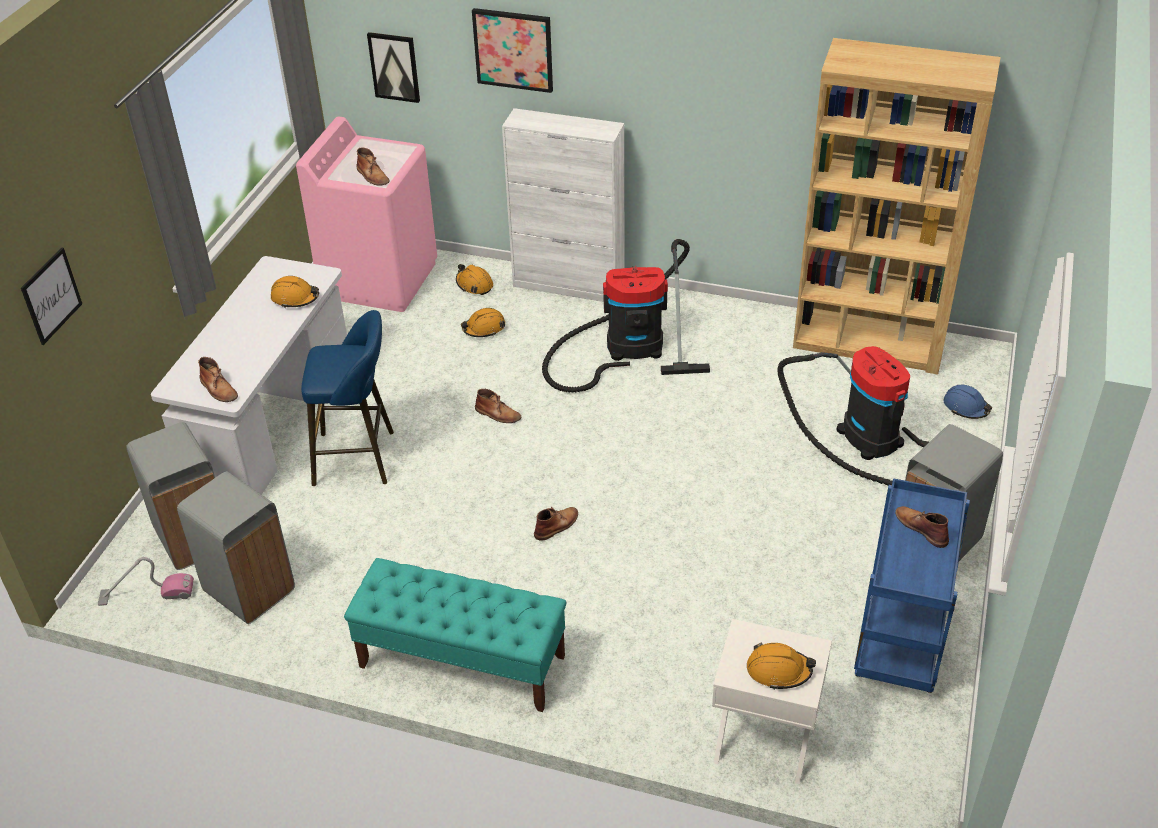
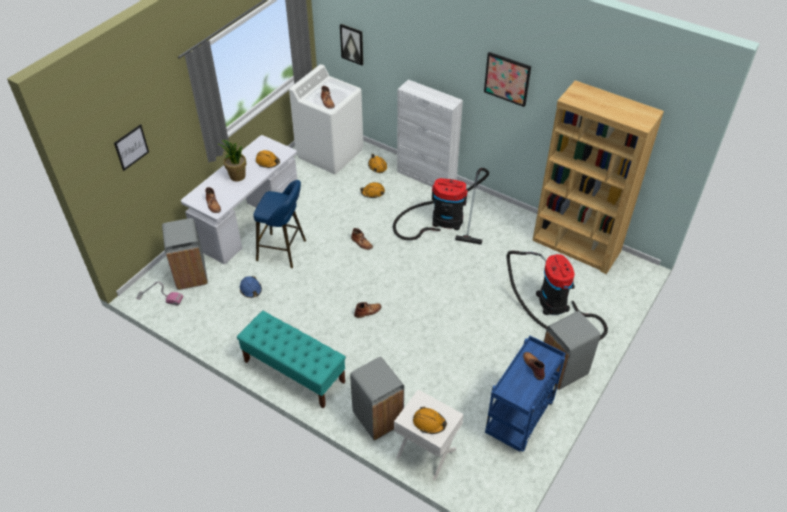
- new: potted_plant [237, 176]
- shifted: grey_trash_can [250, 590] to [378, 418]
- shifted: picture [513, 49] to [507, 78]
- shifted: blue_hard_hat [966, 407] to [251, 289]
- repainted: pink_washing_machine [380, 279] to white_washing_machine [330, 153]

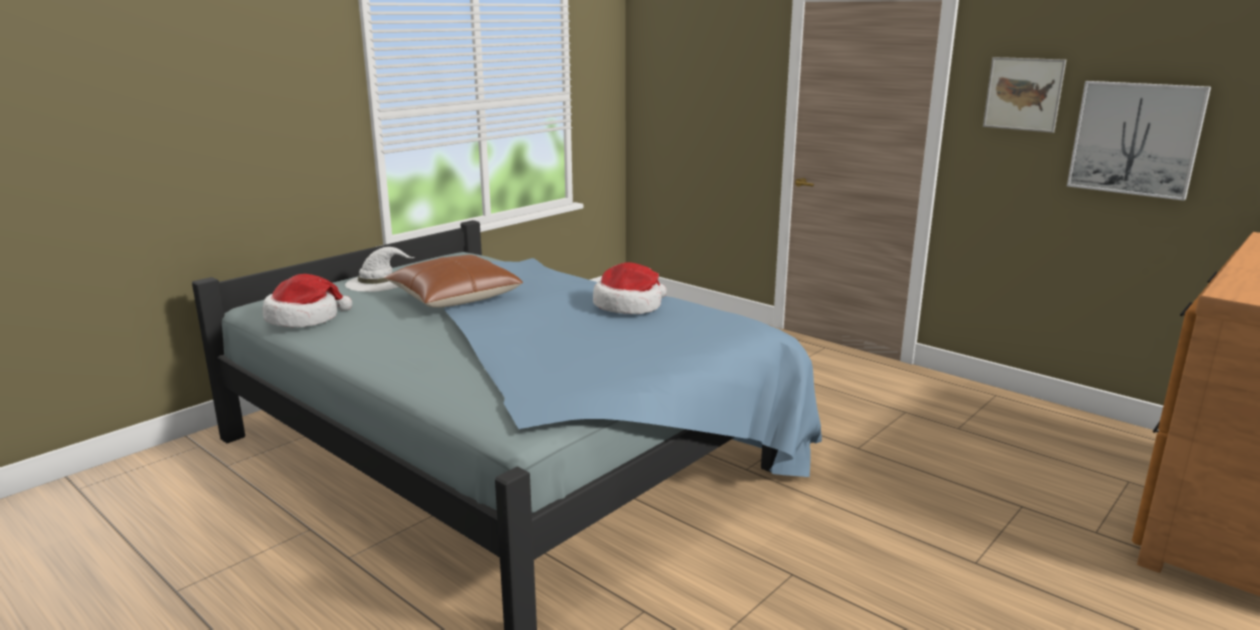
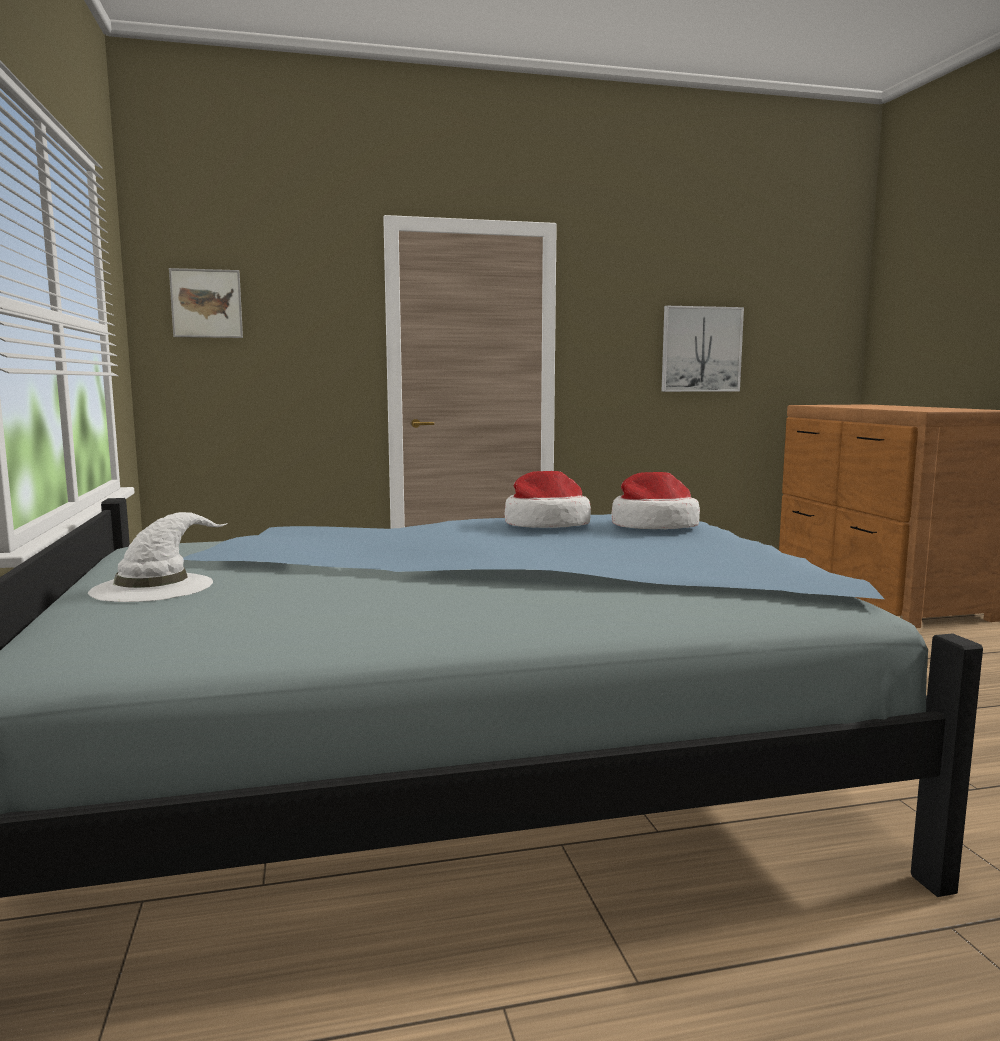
- gone: brown_pillow [454, 297]
- shifted: hat [305, 318] to [653, 526]
- shifted: picture [1023, 94] to [206, 303]

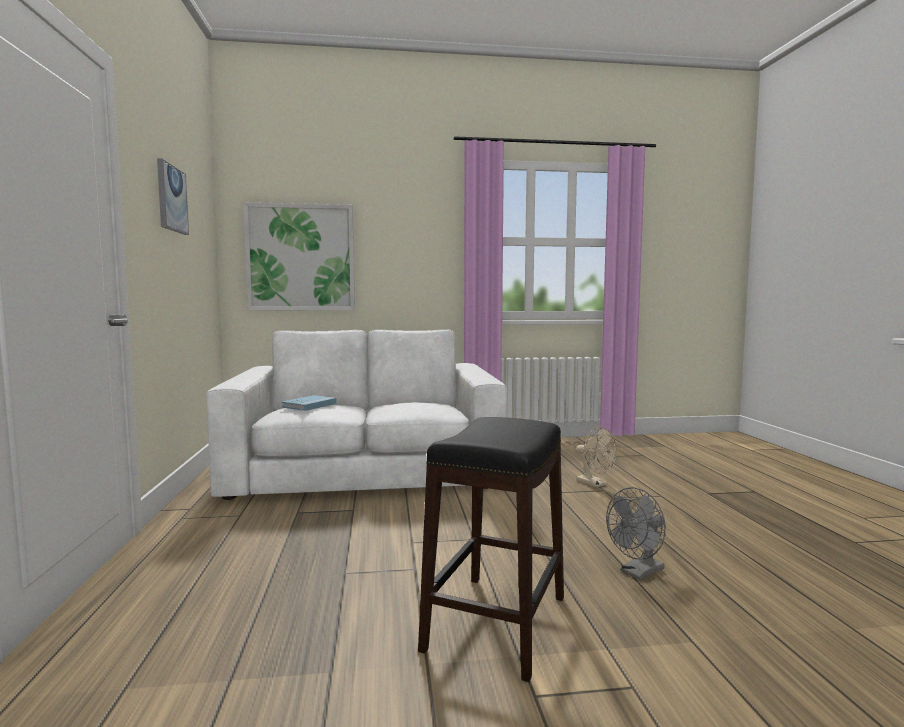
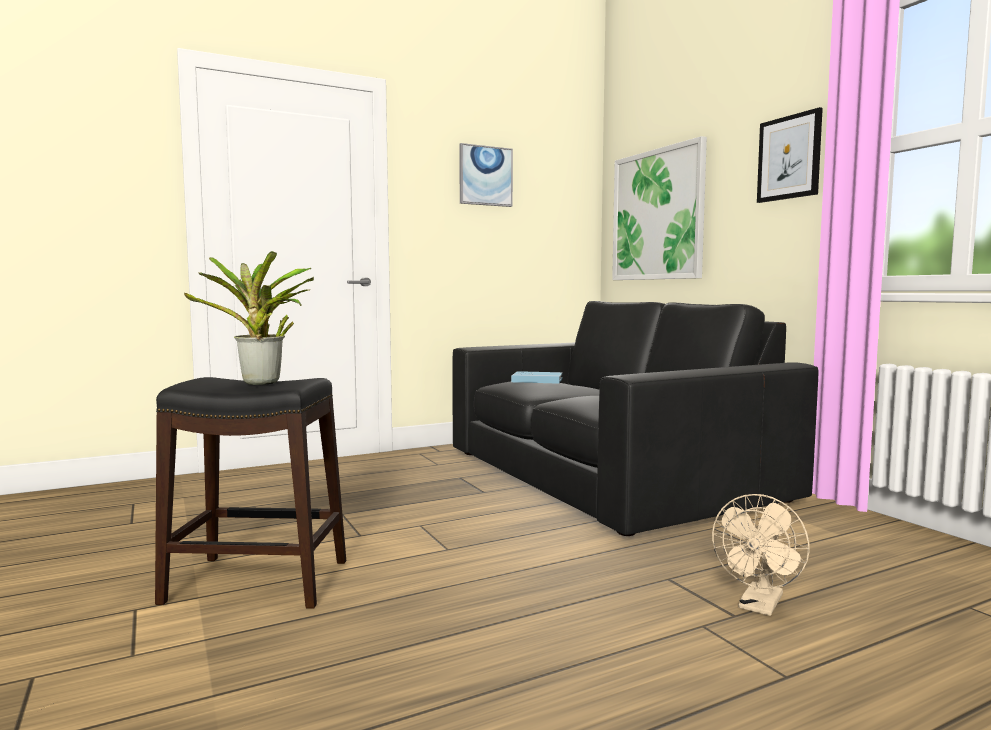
- gone: grey_fan [638, 573]
- new: potted_plant [261, 383]
- new: picture [789, 157]
- repainted: white_sofa [367, 469] to black_sofa [609, 476]

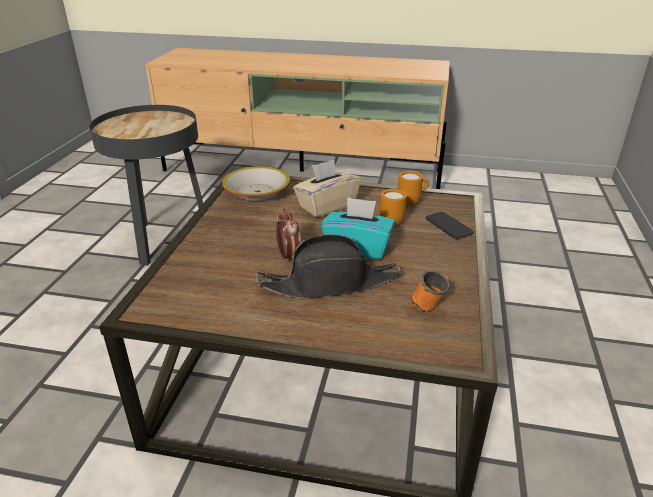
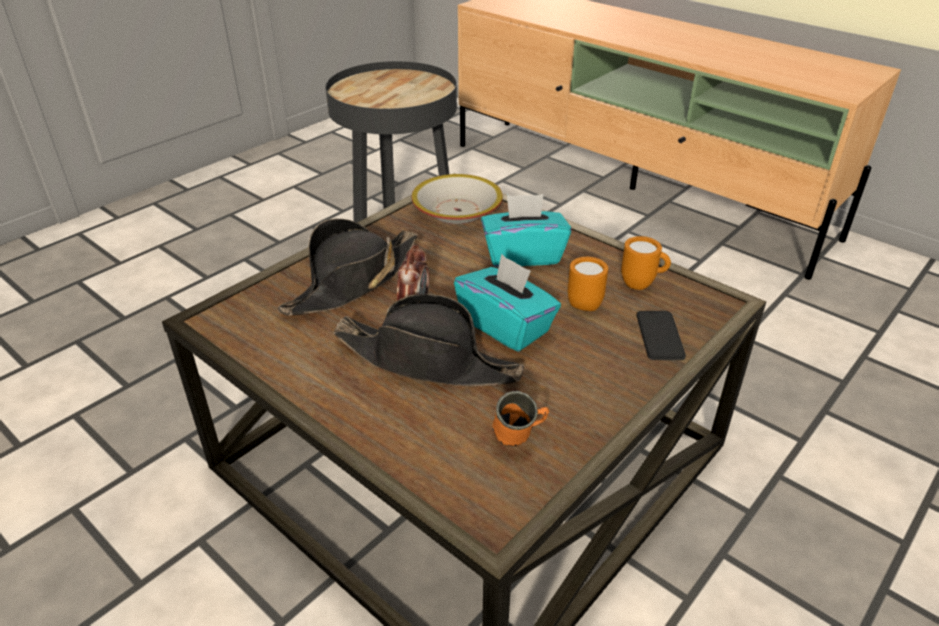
- new: black_hat [352, 282]
- repainted: beige_tissue_box [326, 206] to turquoise_tissue_box [523, 255]

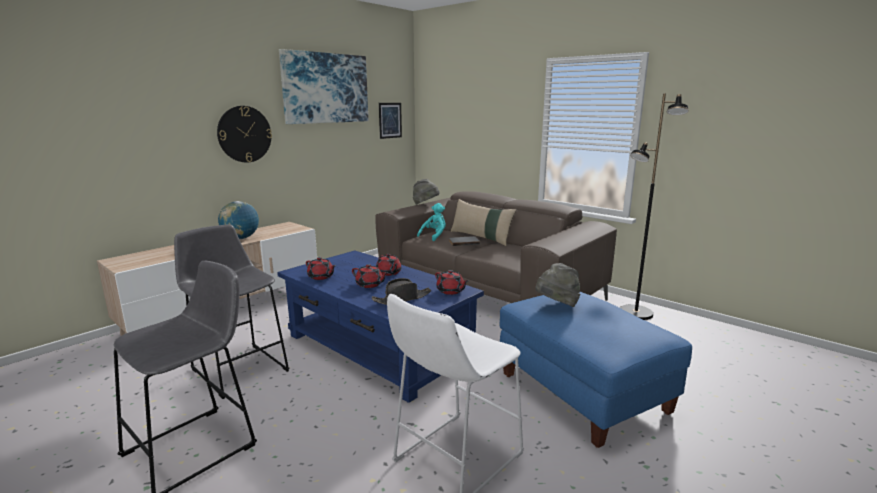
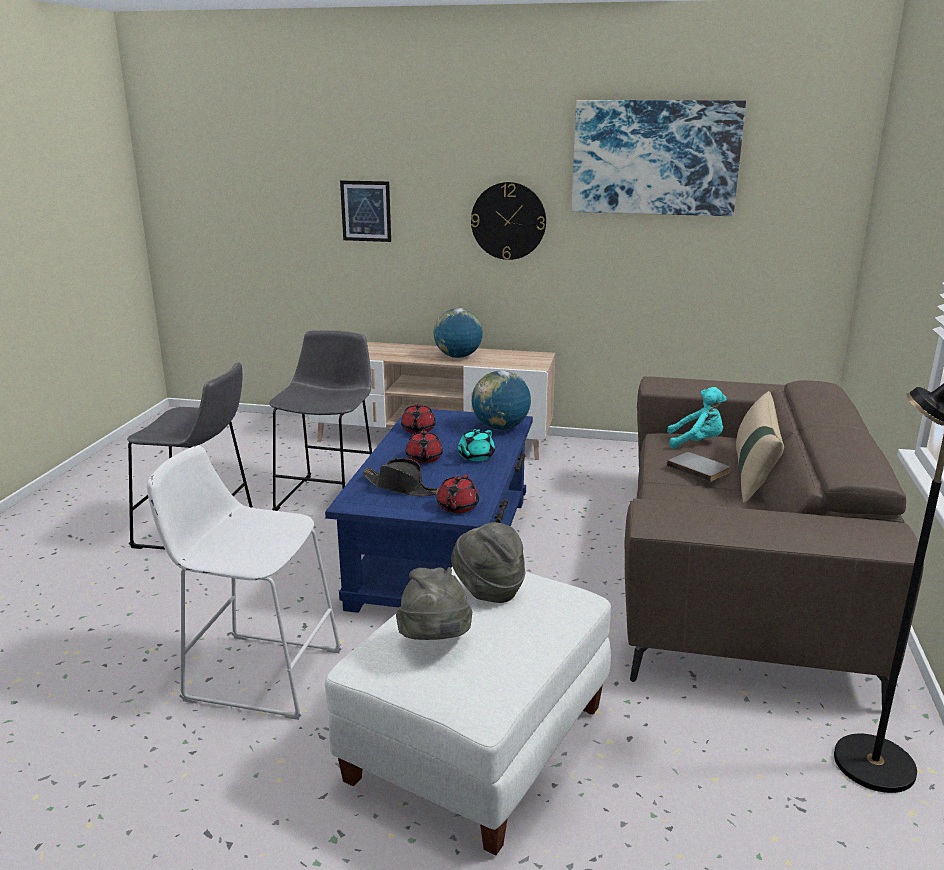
- new: globe [500, 428]
- shifted: picture [390, 120] to [366, 211]
- shifted: grey_hat [425, 204] to [435, 643]
- repainted: red_teapot [388, 273] to turquoise_teapot [475, 457]
- repainted: blue_ottoman [582, 393] to white_ottoman [478, 745]

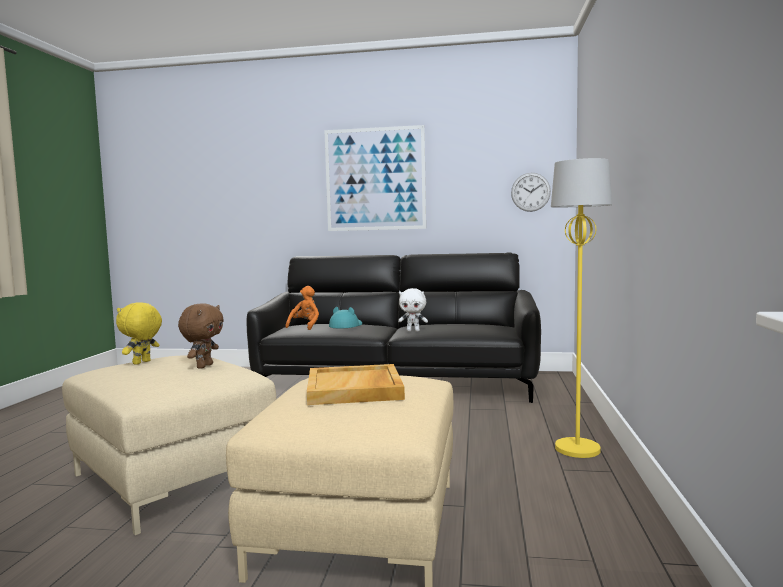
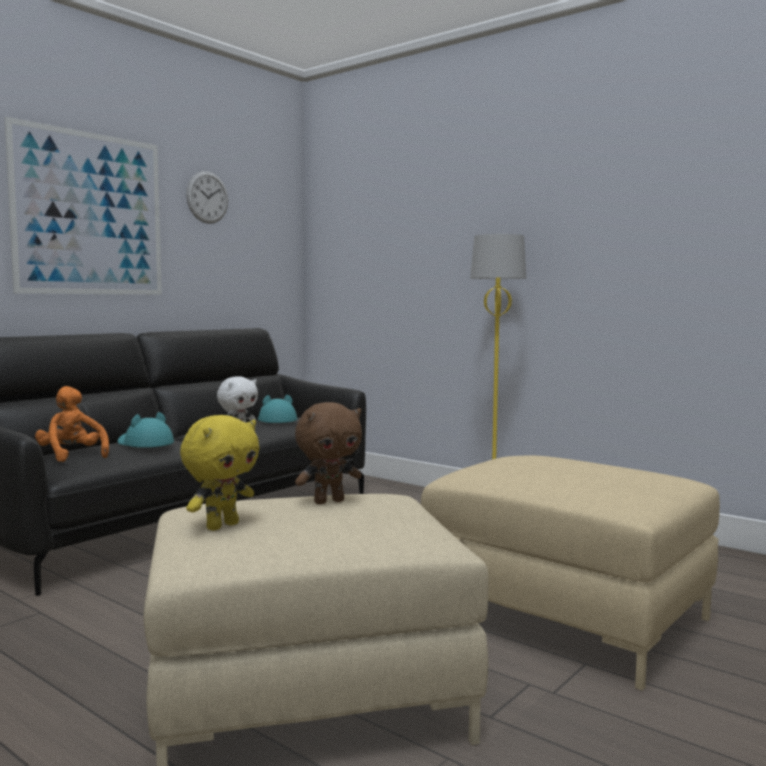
- gone: beige_tray [355, 389]
- new: turquoise_hat [276, 420]
- shifted: wall_clock [530, 192] to [207, 197]
- rotated: yellow_plush_toy [142, 363] = [221, 526] 105 degrees counterclockwise
- rotated: brown_plush_toy [204, 366] = [329, 501] 105 degrees clockwise

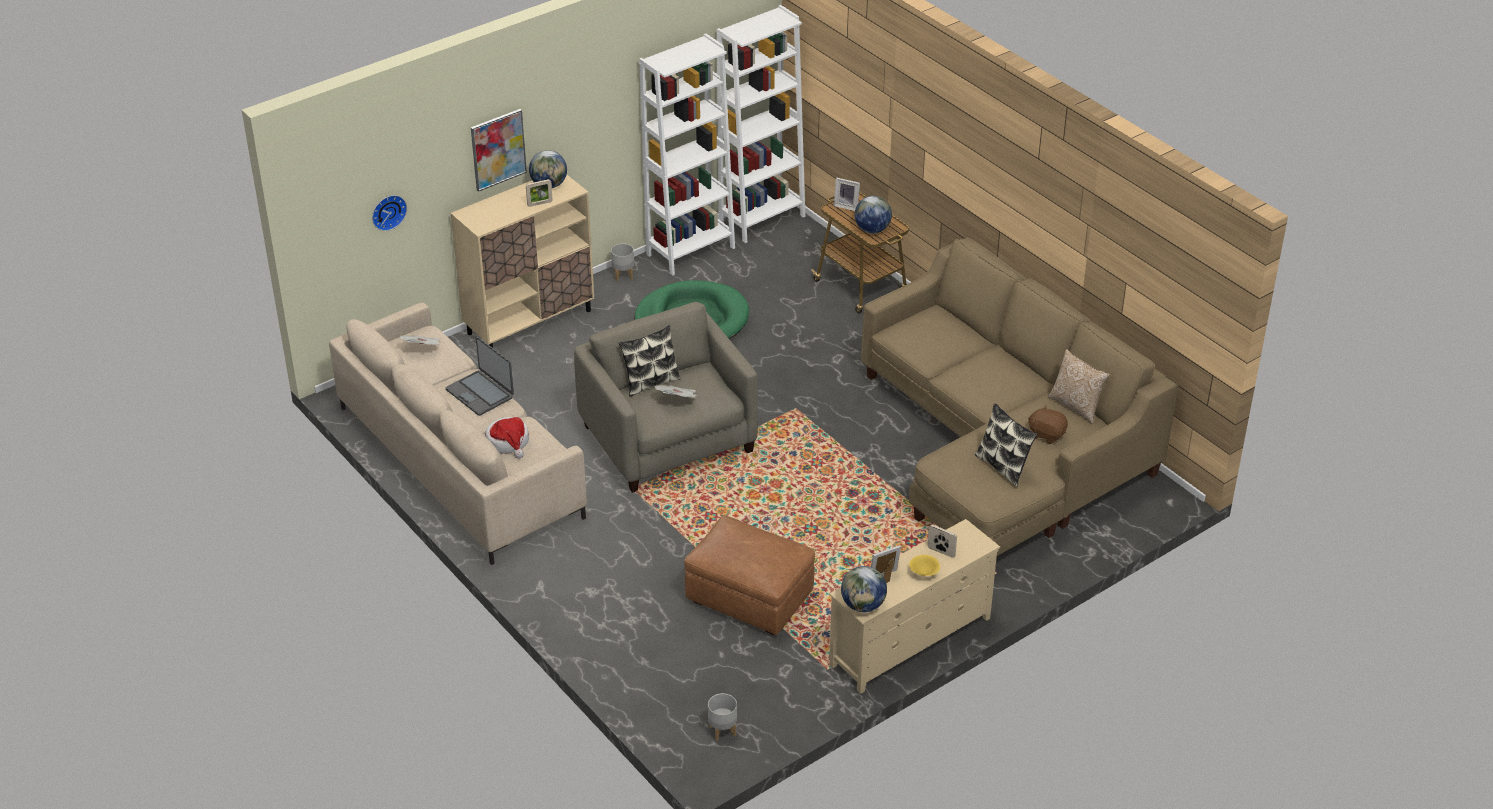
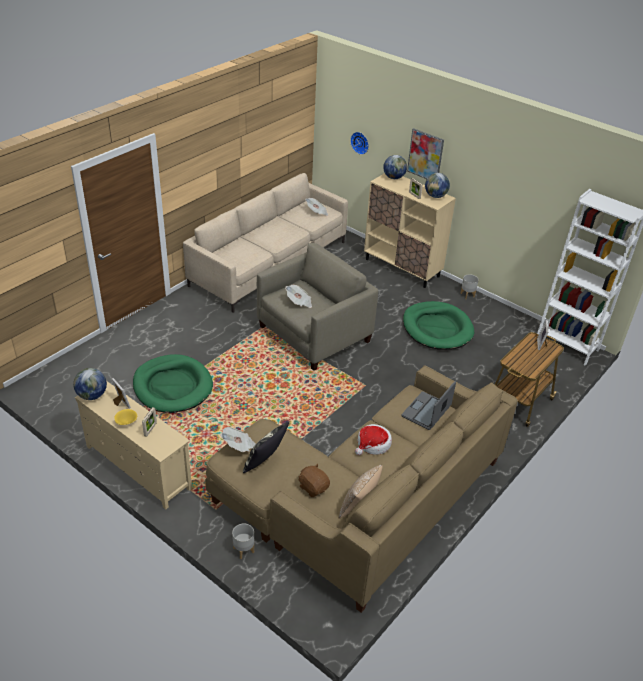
- gone: pillow [650, 382]
- gone: white_bookcase [690, 251]
- new: newspaper [239, 446]
- shifted: laptop [480, 393] to [426, 412]
- shifted: hat [508, 442] to [373, 444]
- shifted: grey_planter [723, 731] to [244, 550]
- shifted: globe [872, 230] to [394, 177]
- swapped: brown_ottoman [749, 598] to green_dog_bed [172, 386]
- rotated: brown_plush_toy [1046, 434] = [313, 487] 60 degrees counterclockwise

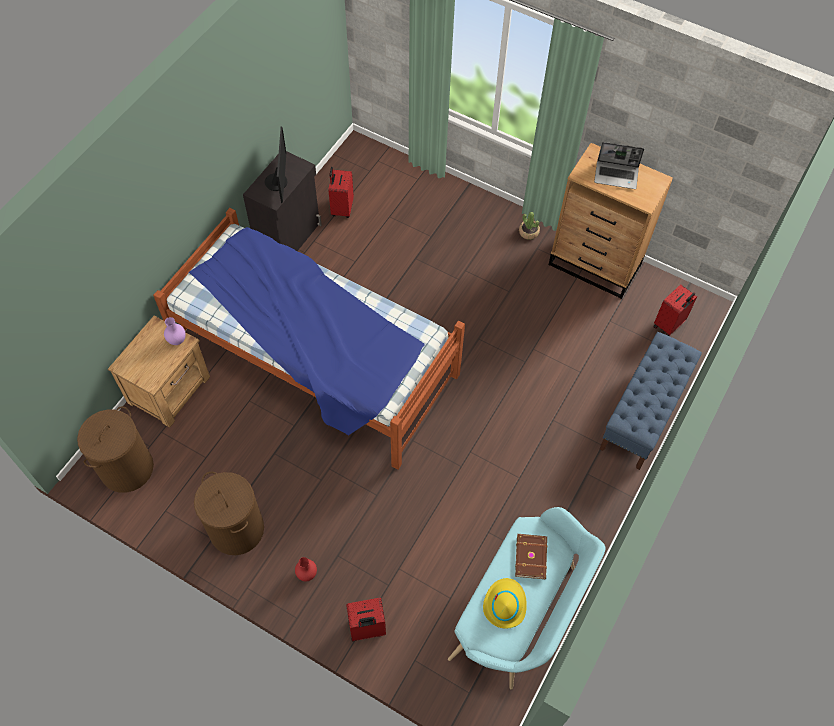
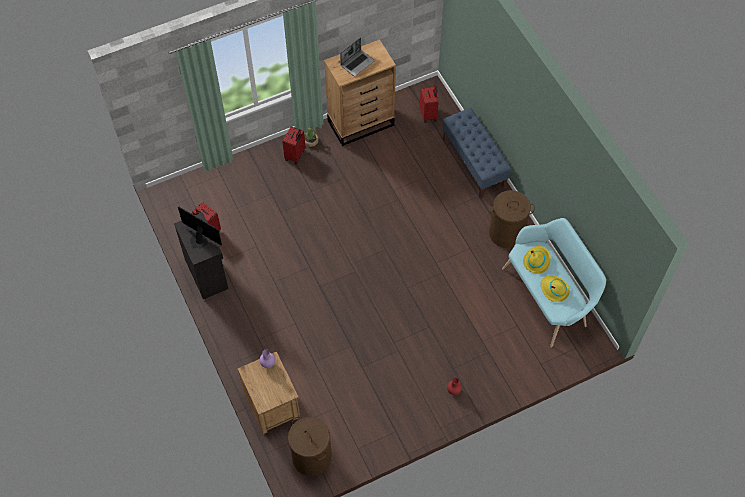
- gone: bed [315, 362]
- shifted: brown_laundry_basket [236, 529] to [506, 233]
- shifted: red_suitcase [367, 629] to [295, 155]
- swapped: brown_book [532, 557] to yellow_hat [536, 261]

